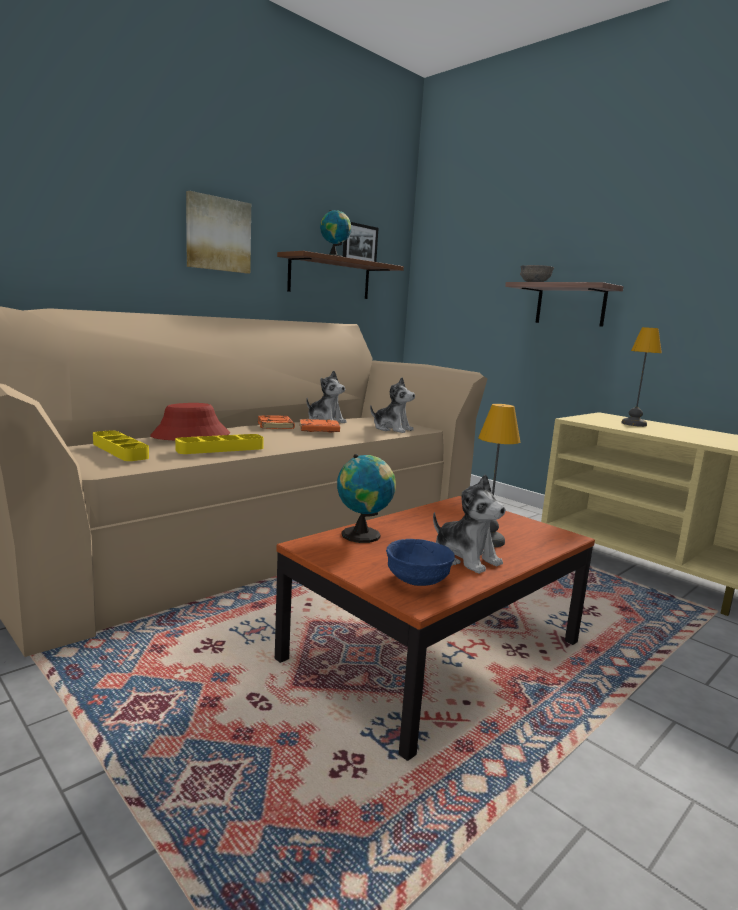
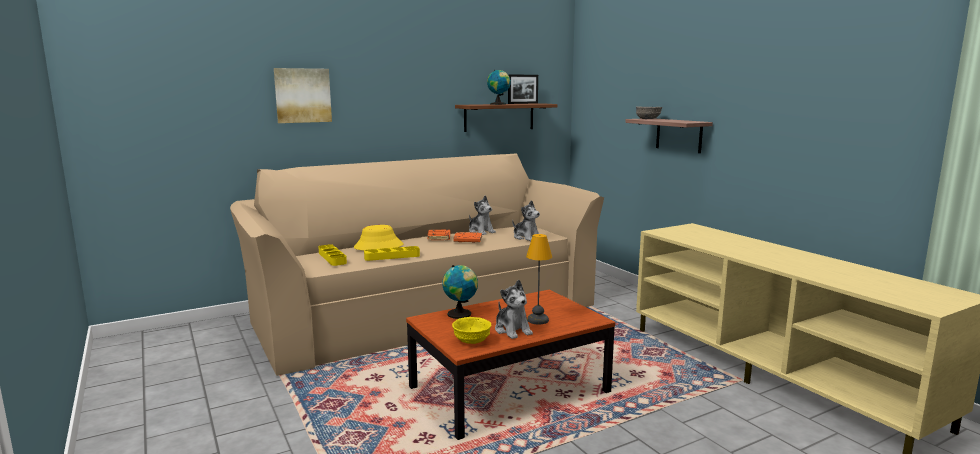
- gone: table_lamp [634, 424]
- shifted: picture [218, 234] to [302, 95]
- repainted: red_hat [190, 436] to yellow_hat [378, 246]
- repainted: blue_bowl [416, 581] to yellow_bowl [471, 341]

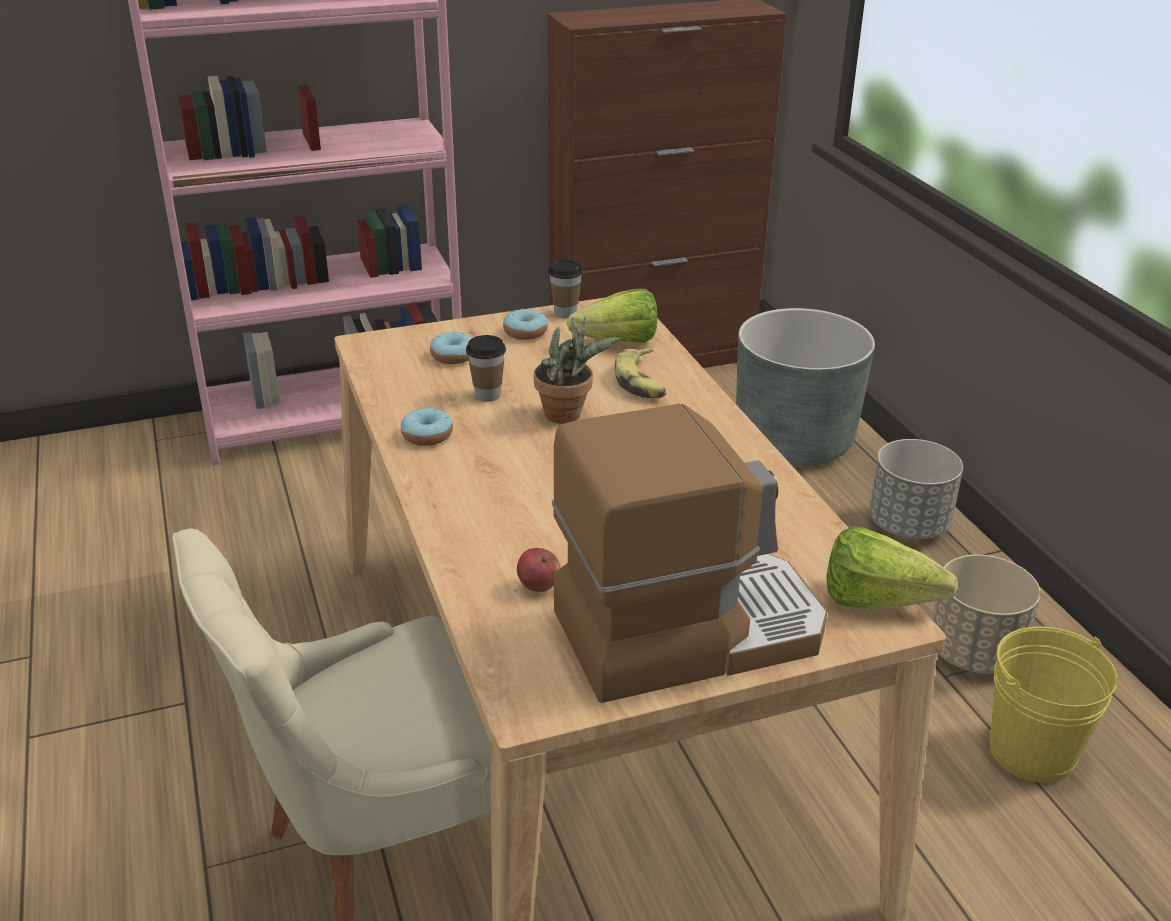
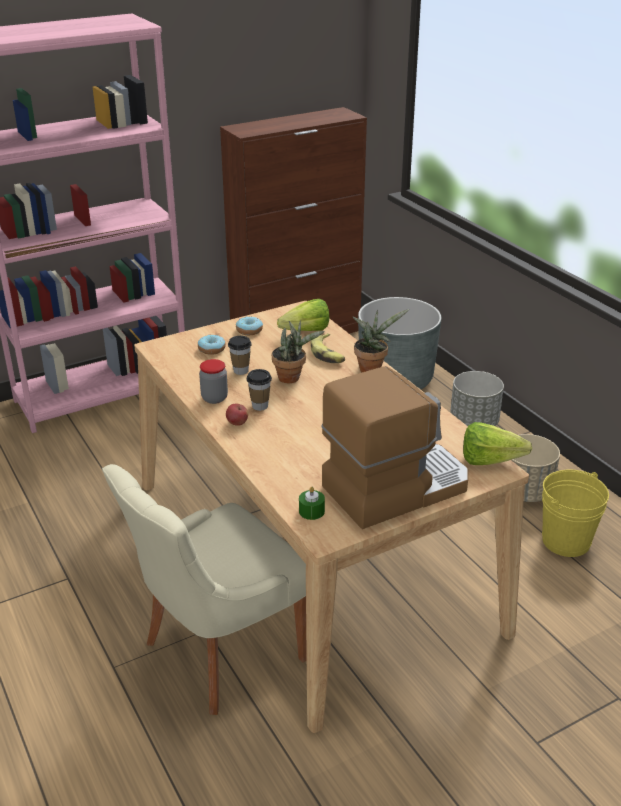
- new: green_candle [311, 511]
- new: potted_plant [372, 368]
- shifted: apple [538, 586] to [237, 423]
- shifted: cup [565, 313] to [260, 406]
- swapped: donut [427, 435] to jar [214, 398]

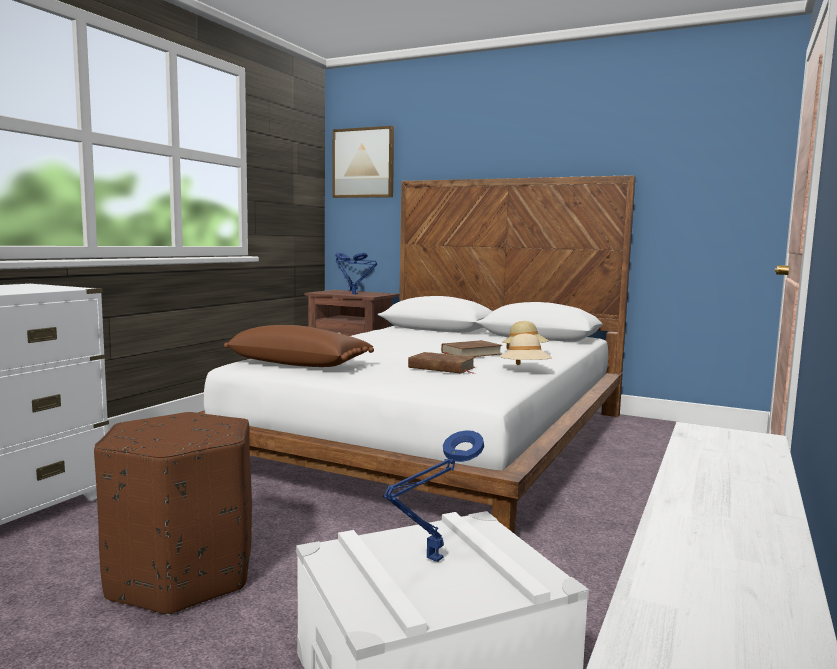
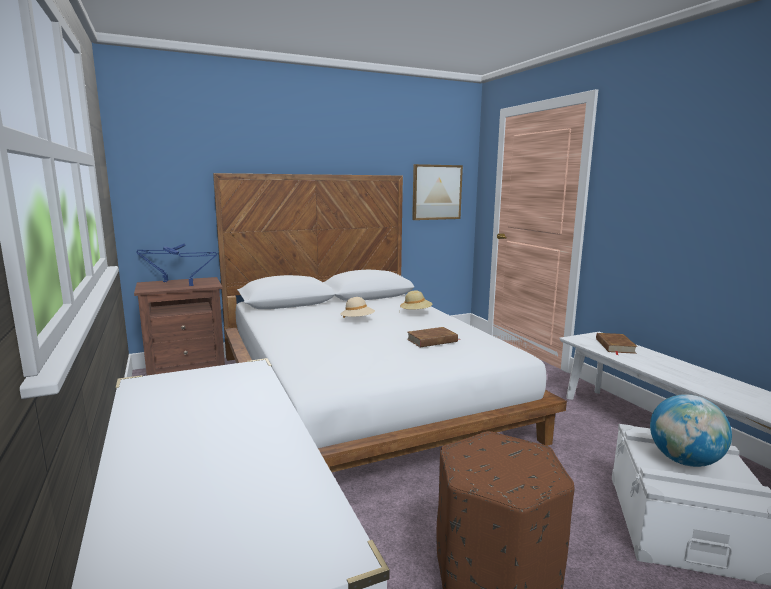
- gone: brown_pillow [299, 364]
- shifted: picture [363, 163] to [436, 192]
- shifted: brown_book [471, 353] to [615, 346]
- shifted: beige_hat [525, 370] to [357, 320]
- swapped: blue_table_lamp [432, 561] to globe [684, 461]

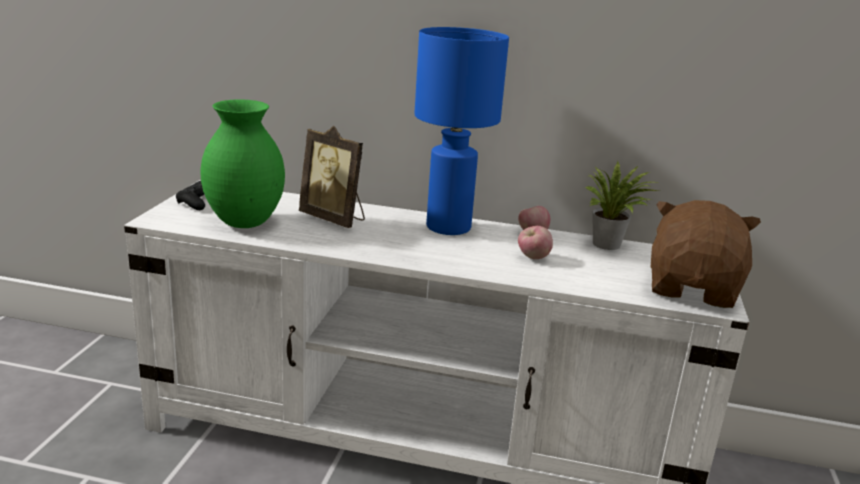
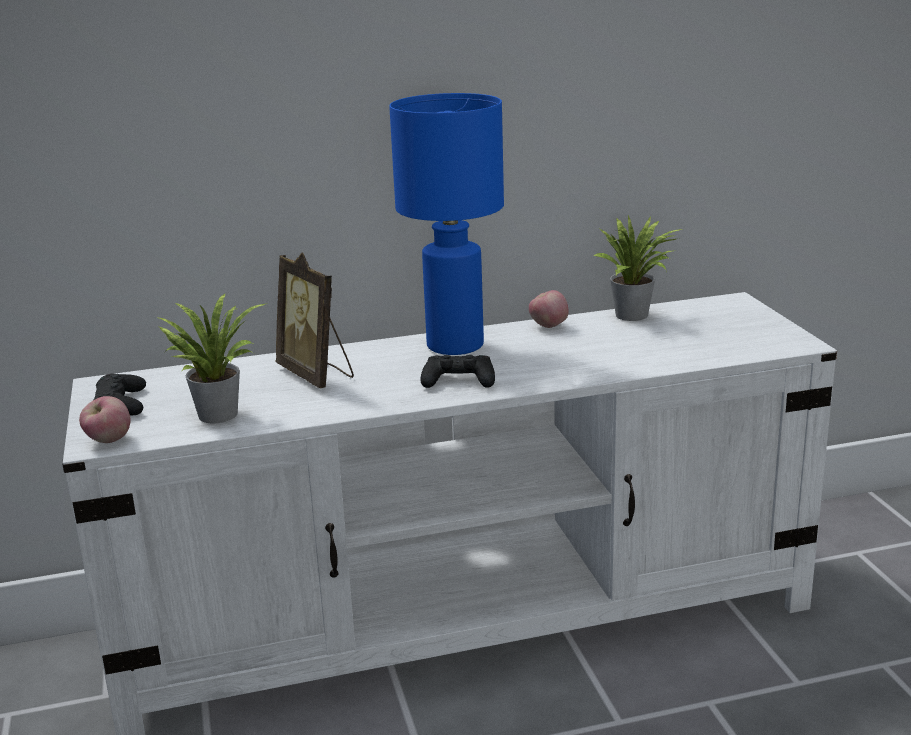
- gone: brown_plush_toy [693, 289]
- new: black_game_controller [458, 381]
- shifted: apple [533, 258] to [109, 441]
- swapped: green_vase [243, 223] to potted_plant [216, 413]
- rotated: picture_frame [334, 219] = [317, 374] 45 degrees clockwise

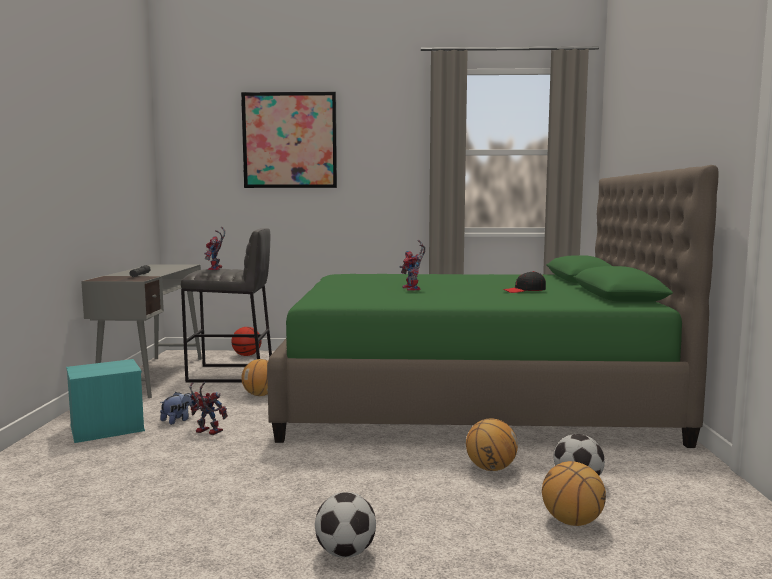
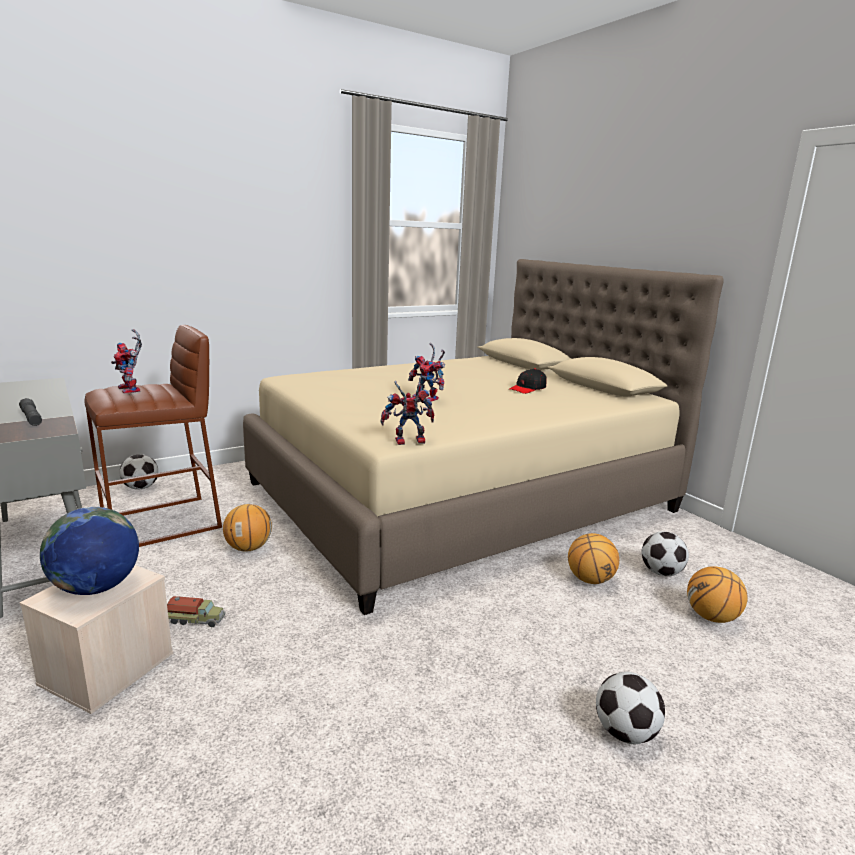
- gone: picture [290, 140]
- new: globe [96, 587]
- shifted: toy_robot [206, 432] to [407, 442]
- swapped: plush_toy [178, 420] to toy_truck [196, 620]
- swapped: basketball [246, 355] to football [140, 488]
- repainted: turquoise_storage_box [106, 429] to beige_storage_box [107, 670]
- repainted: grey_stool [231, 374] to brown_stool [163, 523]
- repainted: green_bed [468, 397] to beige_bed [460, 497]

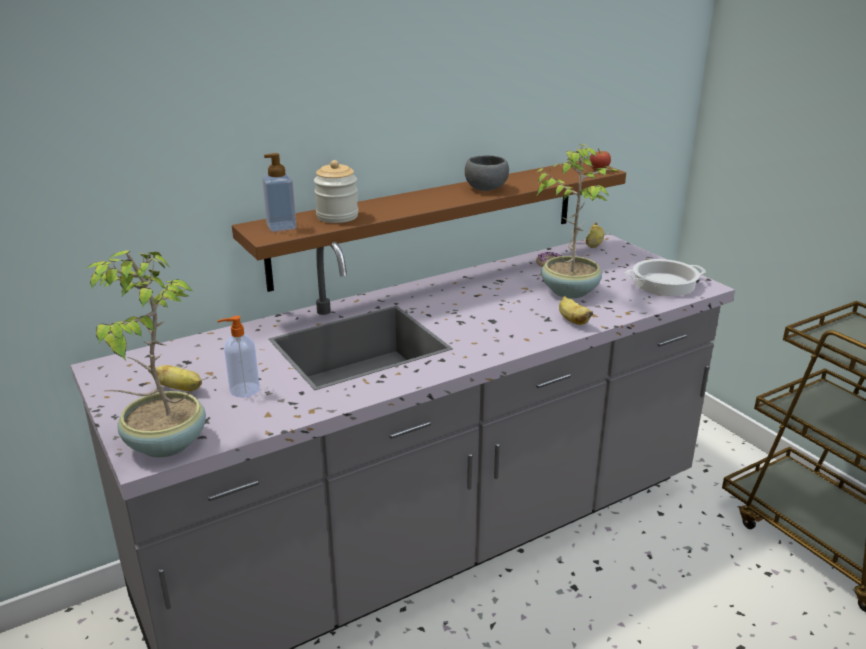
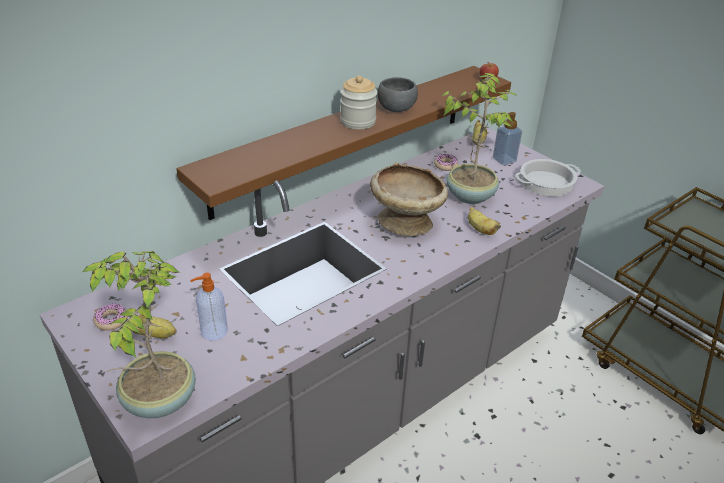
- new: donut [111, 320]
- new: beige_bowl [405, 222]
- shifted: soap_dispenser [281, 227] to [504, 160]
- shifted: jar [337, 216] to [358, 121]

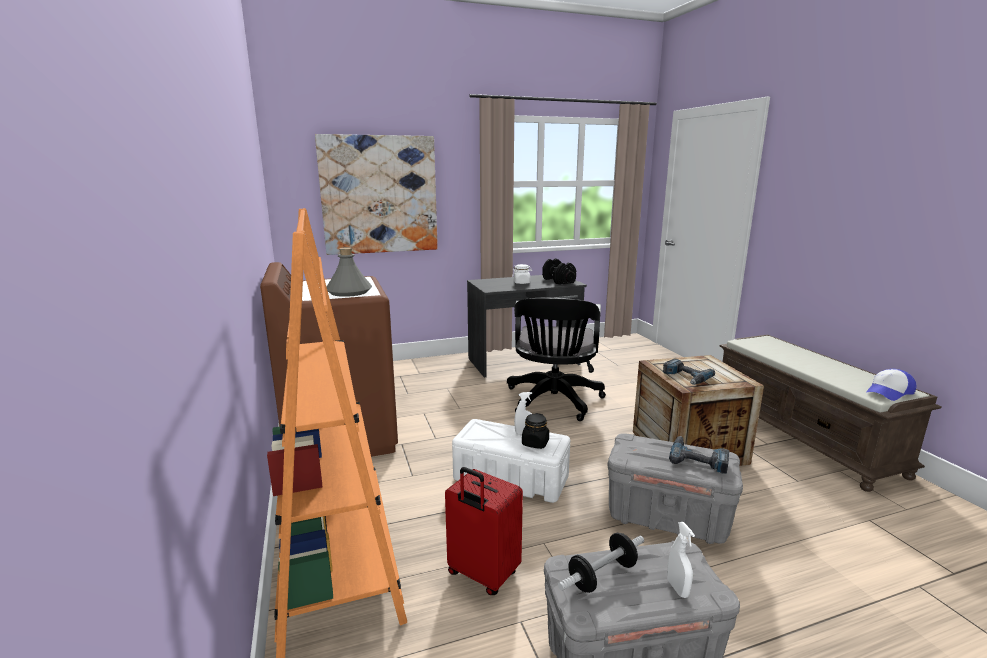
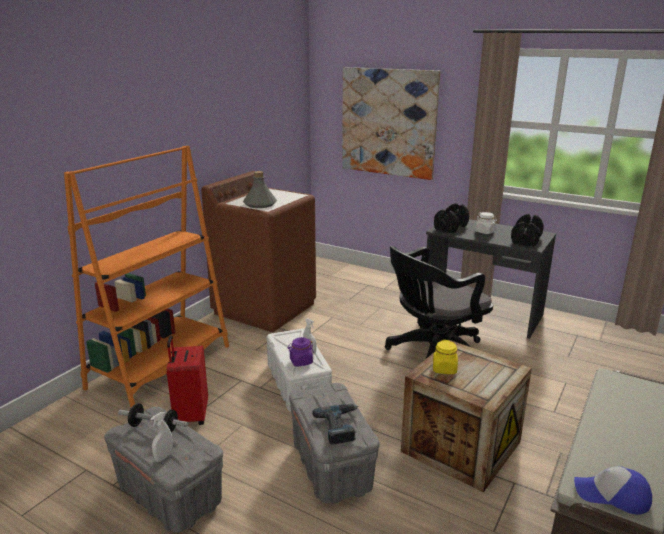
- new: black_dumbbell [450, 227]
- swapped: power_drill [685, 377] to yellow_jar [444, 369]
- repainted: black_jar [535, 443] to purple_jar [301, 361]

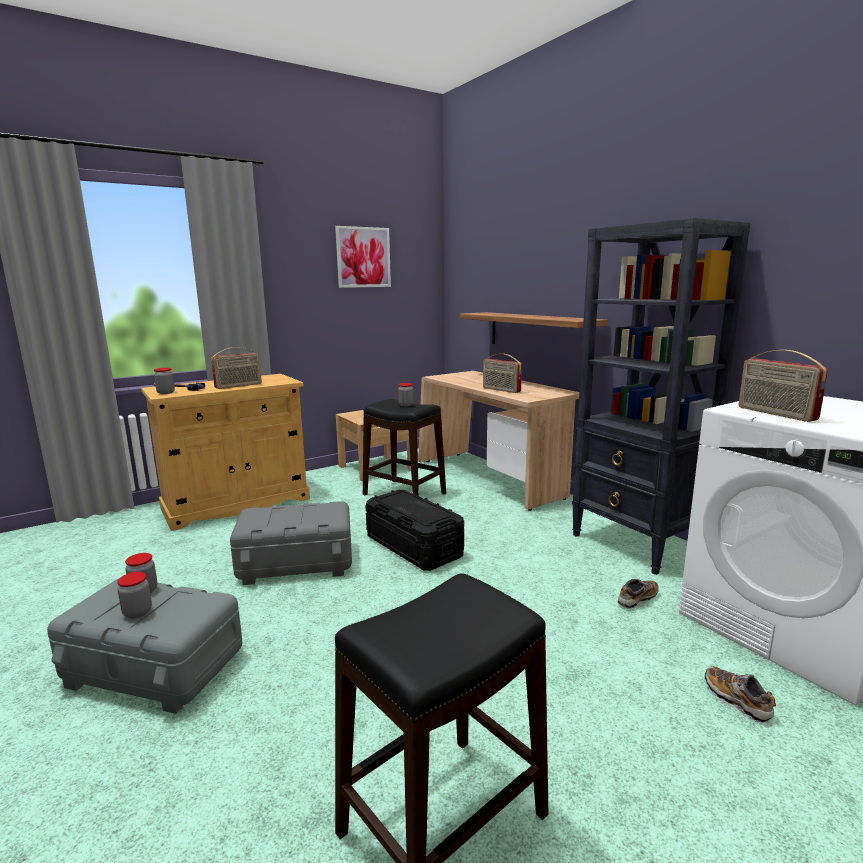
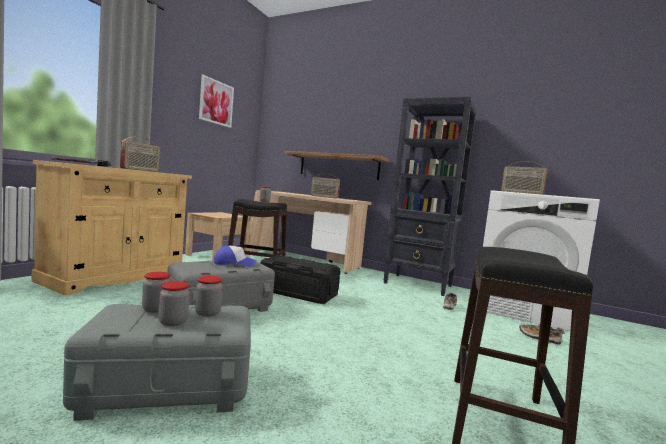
- new: cap [234, 263]
- shifted: jar [166, 392] to [207, 313]

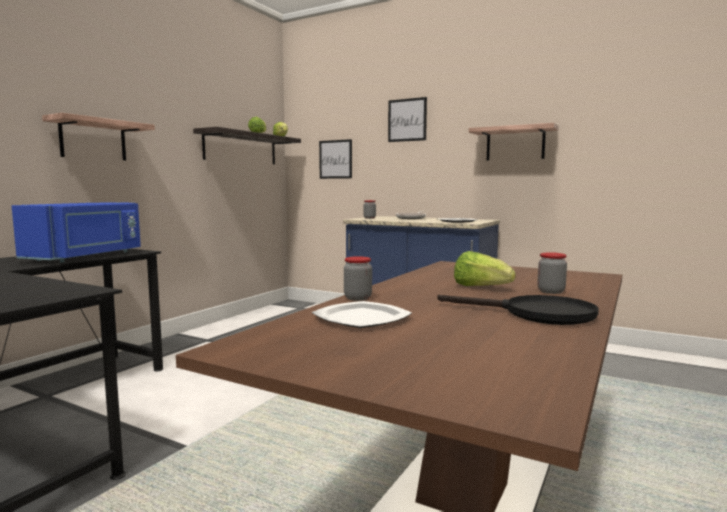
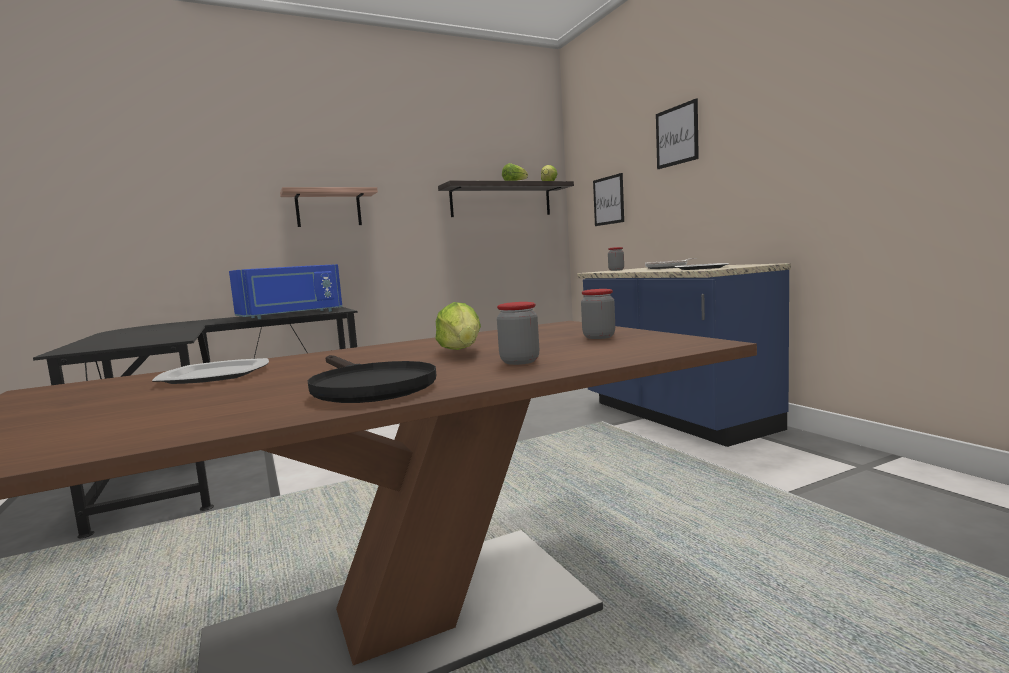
- gone: shelf [515, 144]
- shifted: jar [357, 298] to [599, 337]

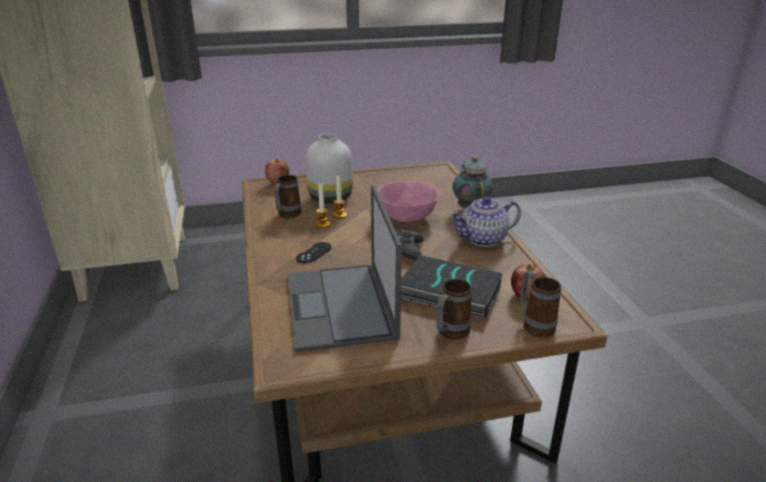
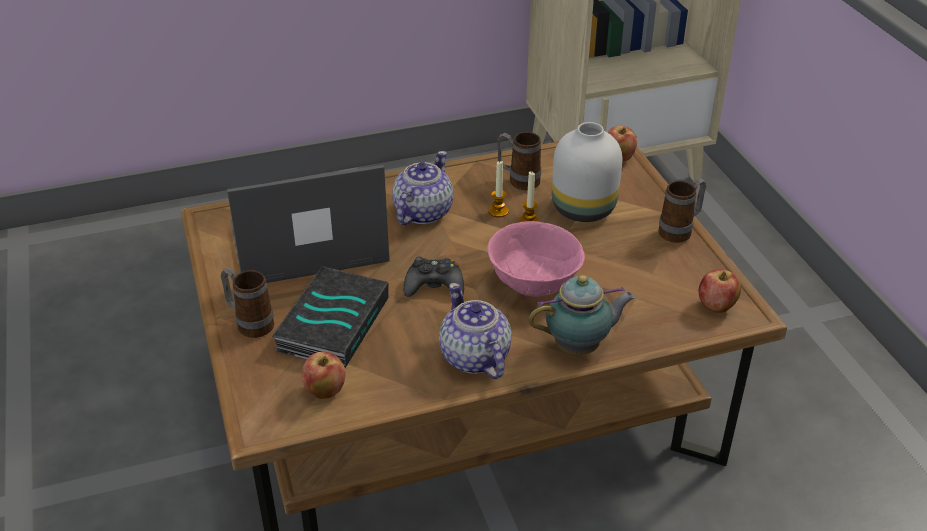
- new: apple [716, 307]
- shifted: mug [534, 324] to [680, 231]
- swapped: black_game_controller [314, 253] to teapot [422, 213]

